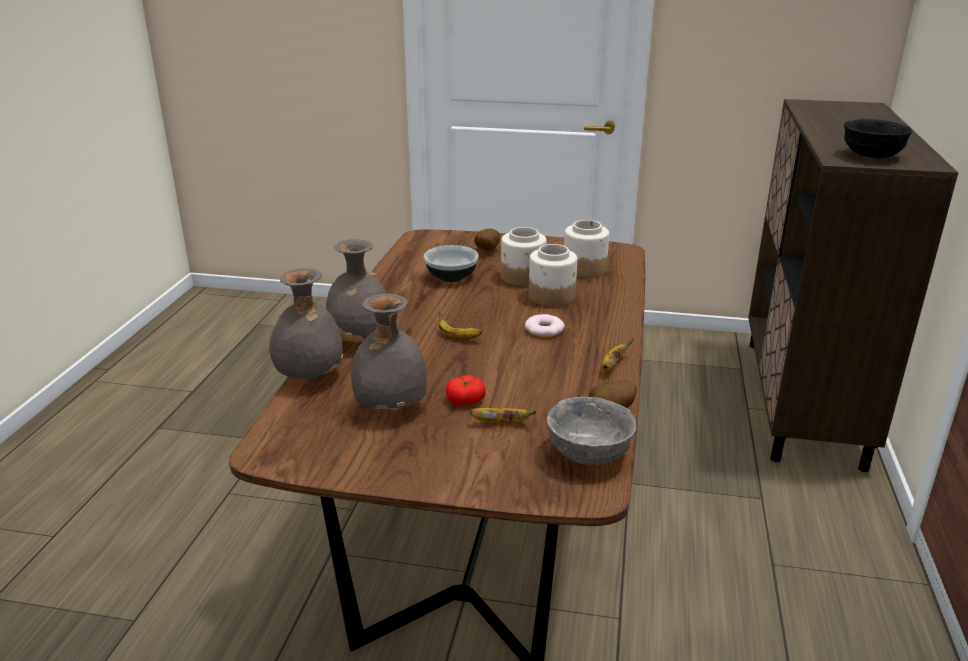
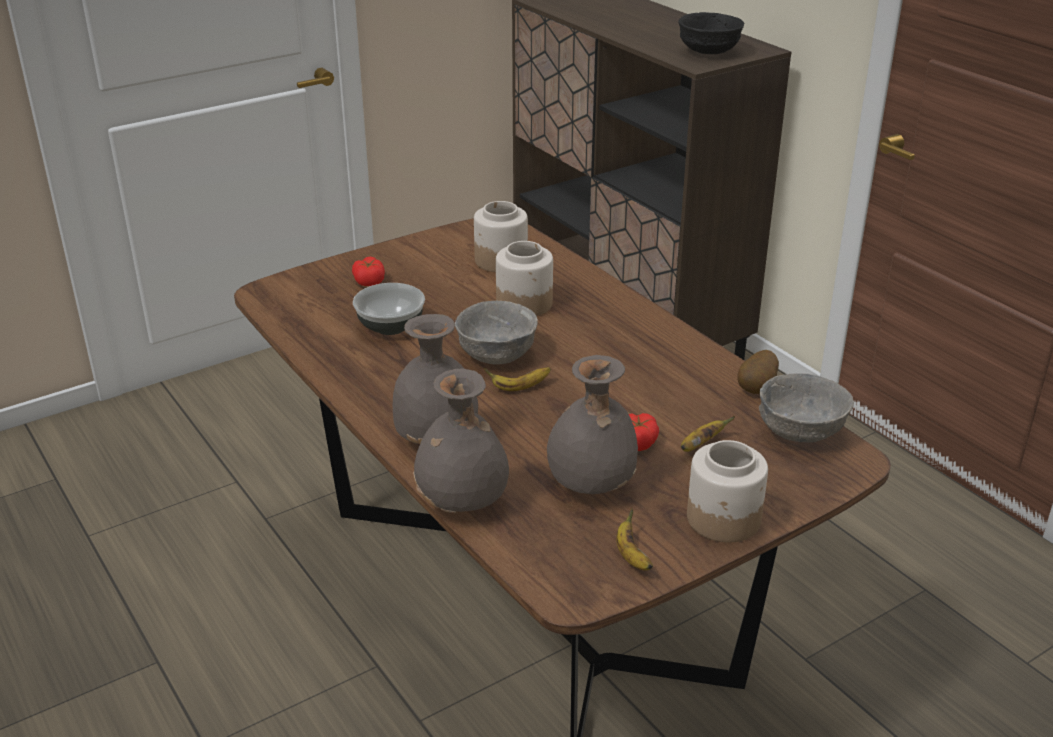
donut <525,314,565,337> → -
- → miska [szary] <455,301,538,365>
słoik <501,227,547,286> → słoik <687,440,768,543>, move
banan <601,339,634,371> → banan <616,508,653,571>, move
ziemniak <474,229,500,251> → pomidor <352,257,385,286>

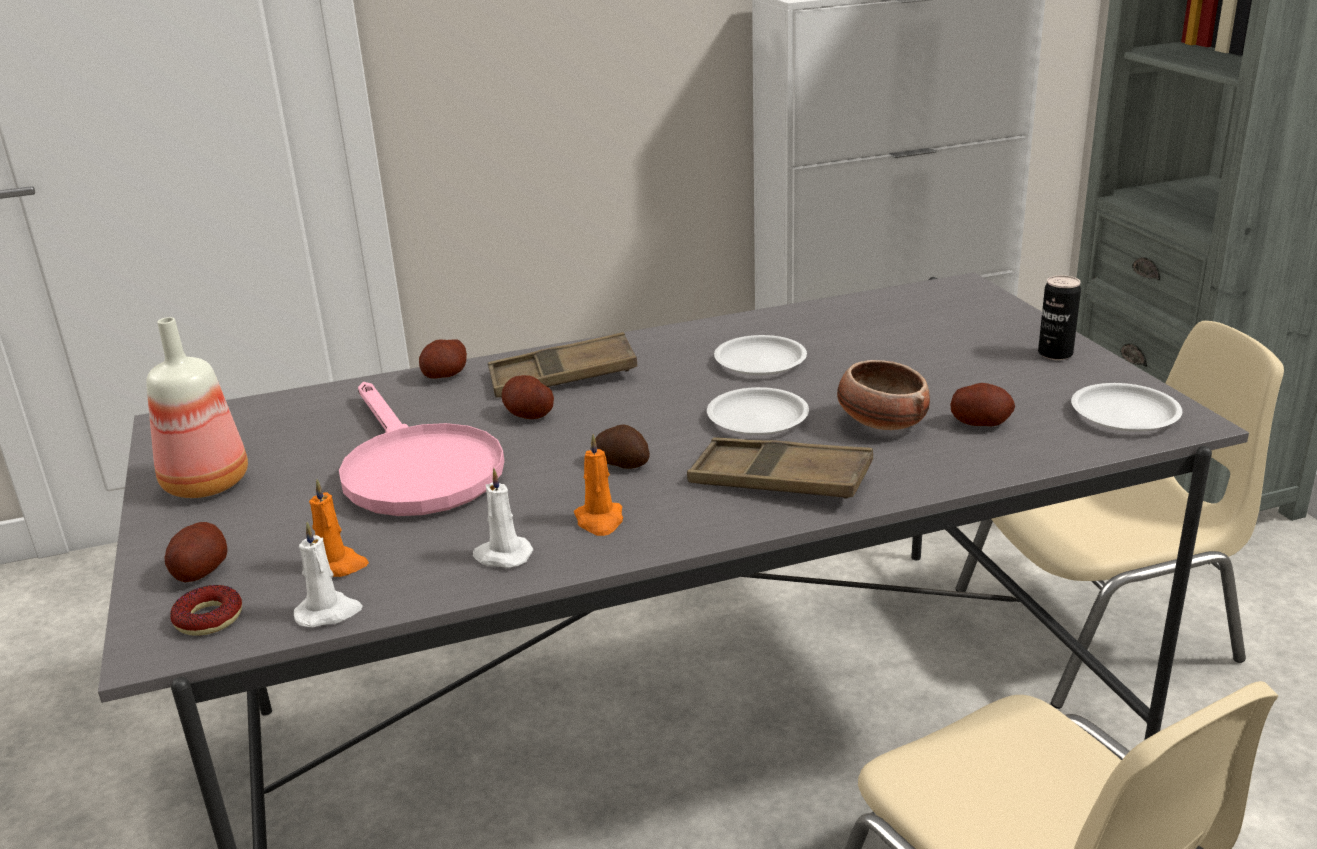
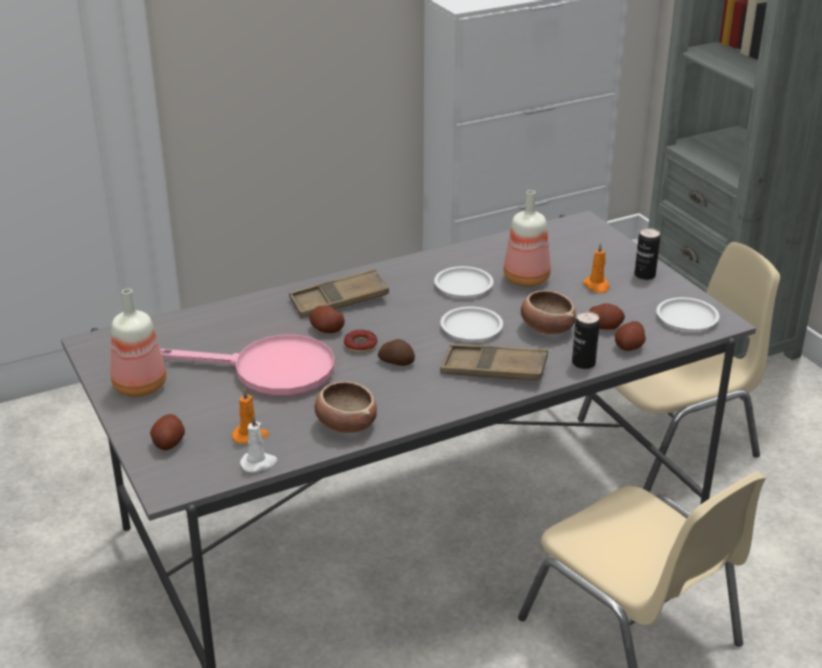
- → butelka <503,190,551,287>
- → puszka <572,311,600,369>
donut <170,585,242,636> → donut <344,330,377,353>, move
ziemniak <419,339,467,379> → ziemniak <615,321,646,351>, move
świeca [pomarańczowy] <574,434,623,536> → świeca [pomarańczowy] <583,243,610,294>, move
świeca [biały] <473,468,533,568> → miska <315,381,377,433>
patelnia [różowy] <339,382,504,516> → patelnia [różowy] <160,335,335,396>, 45 degrees counterclockwise

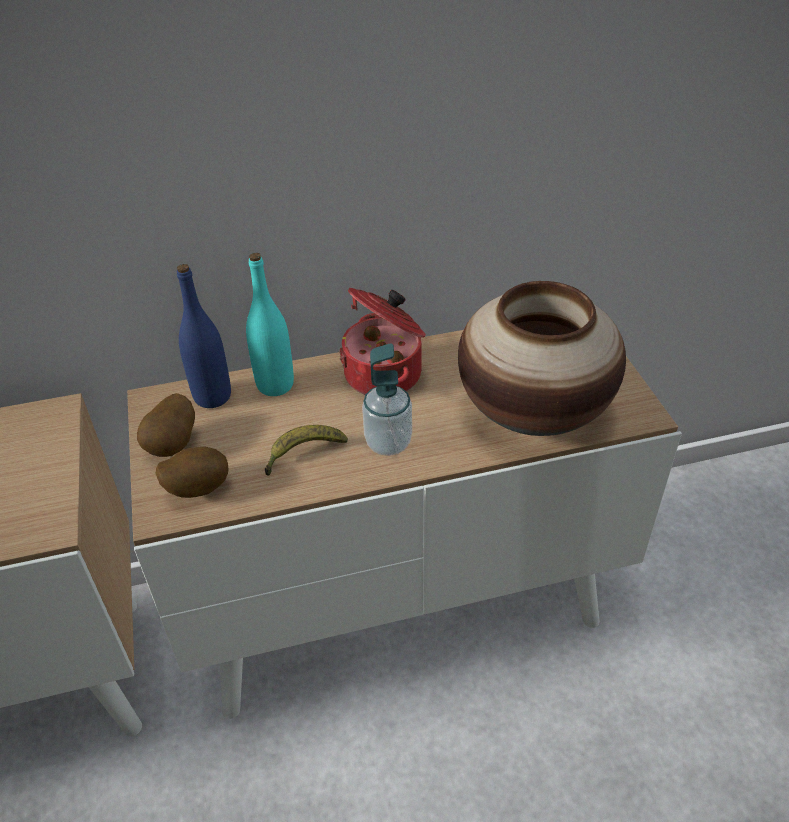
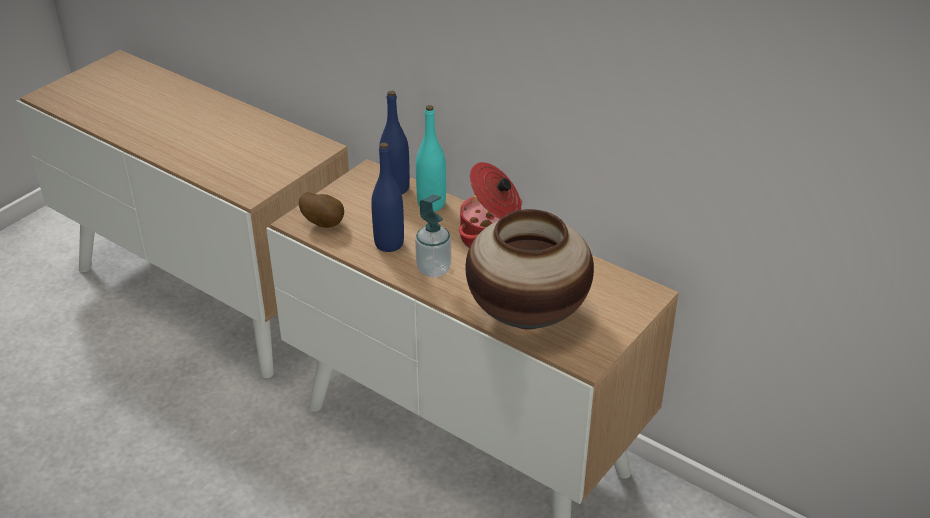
ziemniak <137,393,195,457> → -
banan <265,425,348,476> → butelka [niebieski] <371,143,404,252>

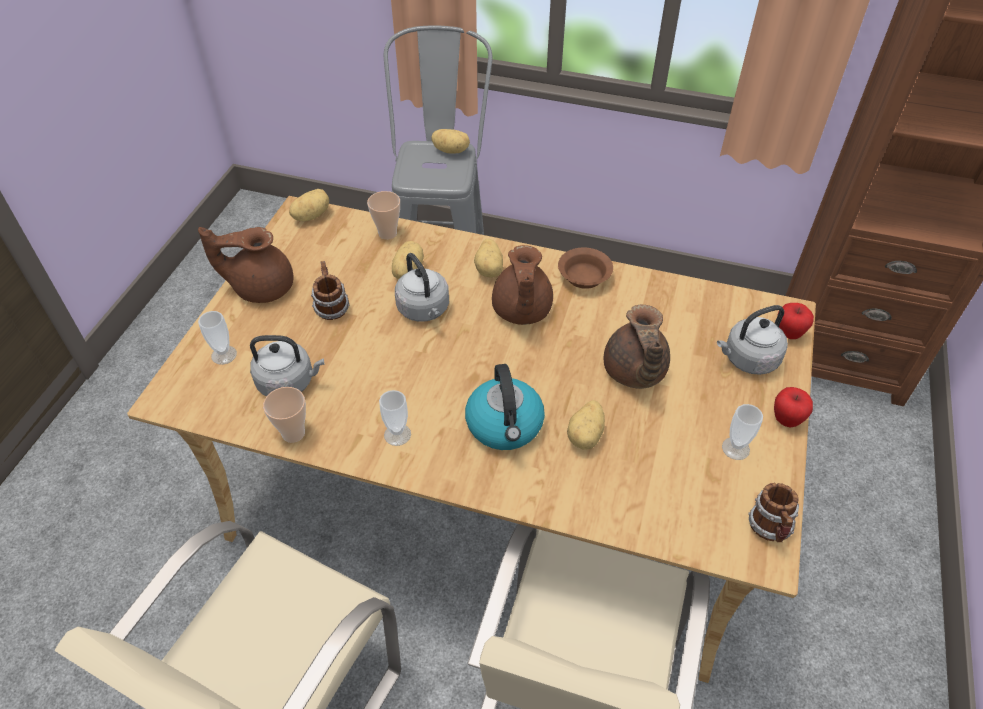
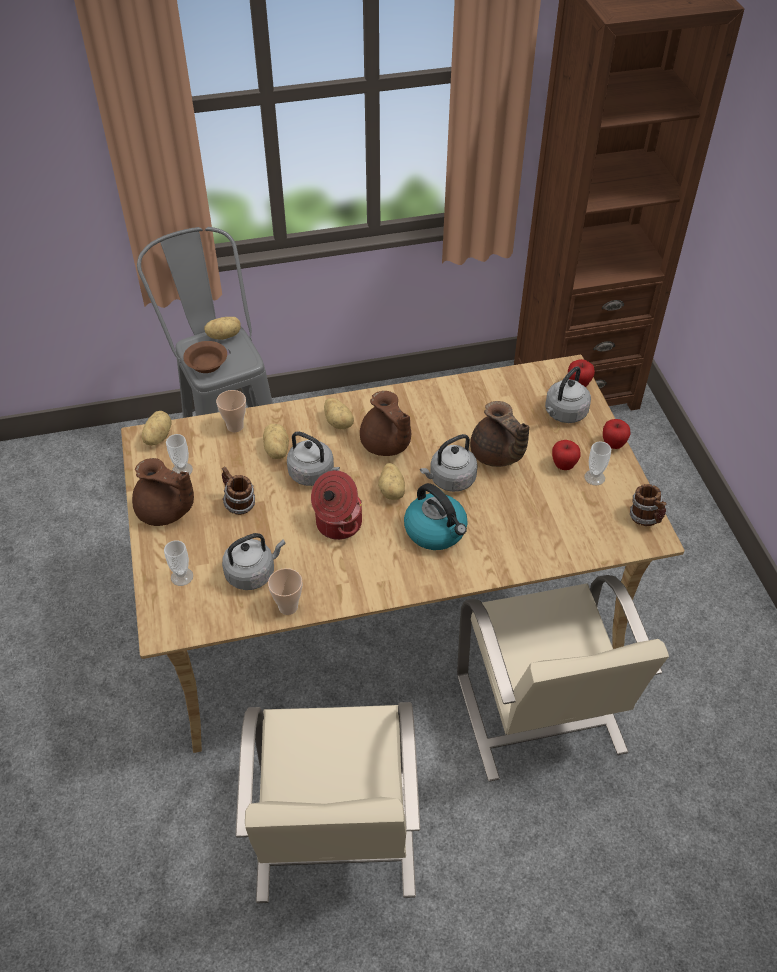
- → garnek <311,470,362,540>
- → czajnik [szary] <420,434,478,492>
- → jabłko <552,440,580,470>
filiżanka <379,390,411,446> → filiżanka <166,434,193,475>, move
miska [brązowy] <558,248,613,289> → miska [brązowy] <183,341,227,373>, move
ziemniak <567,400,605,450> → ziemniak <378,463,405,500>, move
imbryk [brązowy] <198,227,294,303> → imbryk [brązowy] <132,458,194,526>, 120 degrees counterclockwise

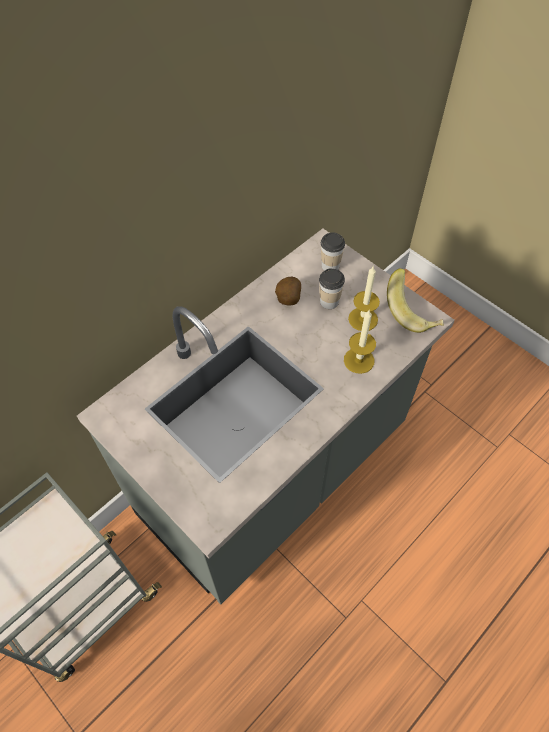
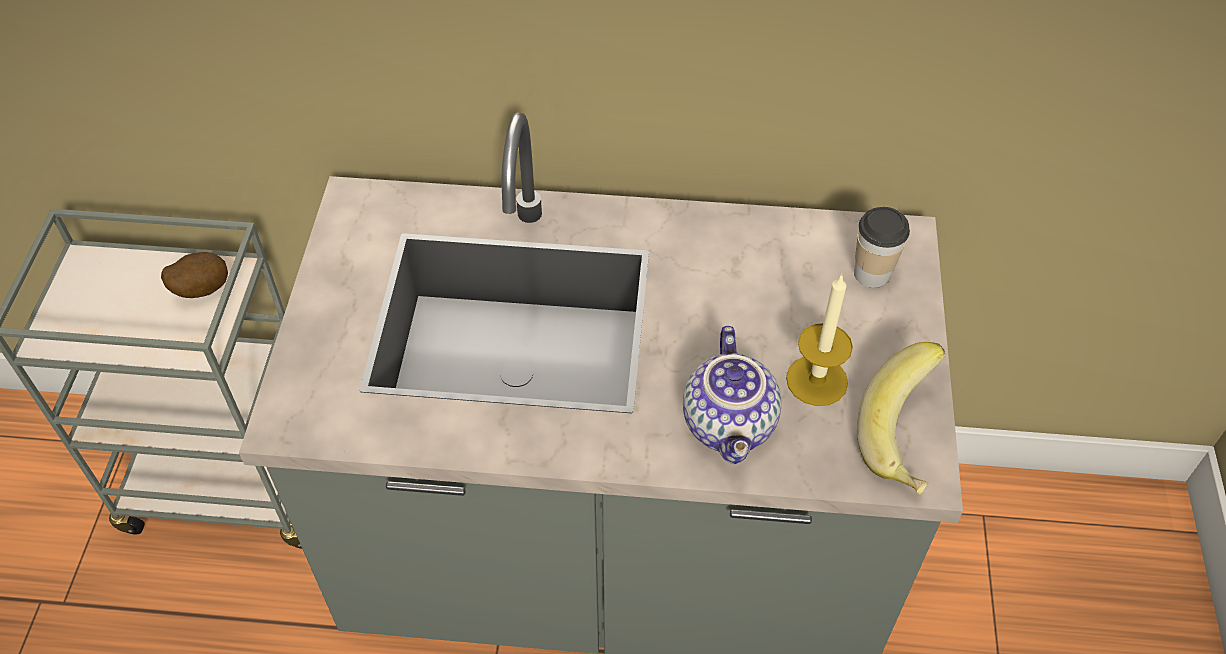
filiżanka <319,268,345,309> → -
ziemniak <275,277,301,305> → ziemniak <161,252,228,298>, move
świeca <344,310,376,374> → imbryk <683,326,781,464>

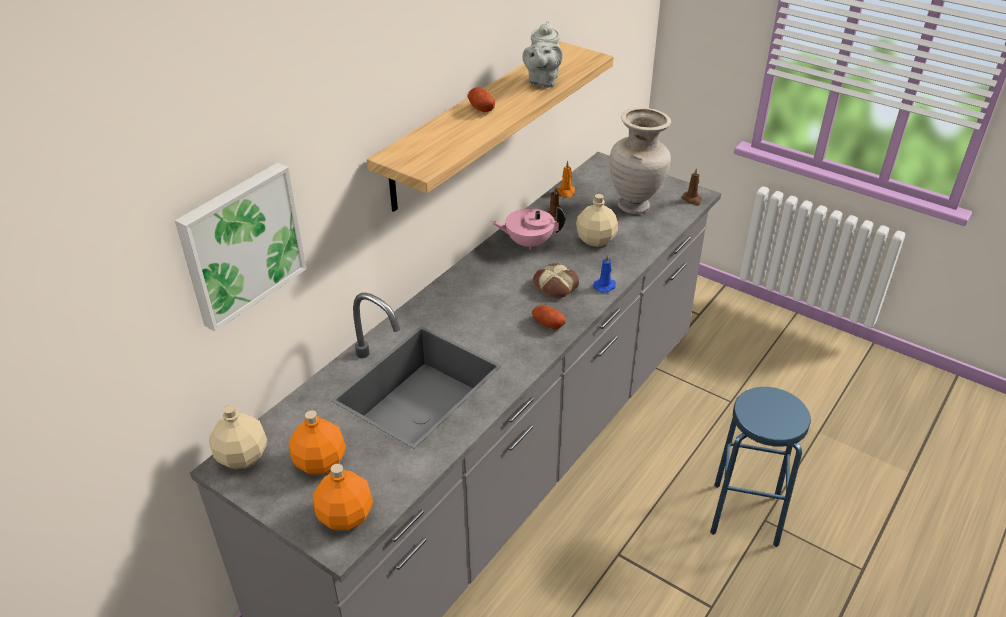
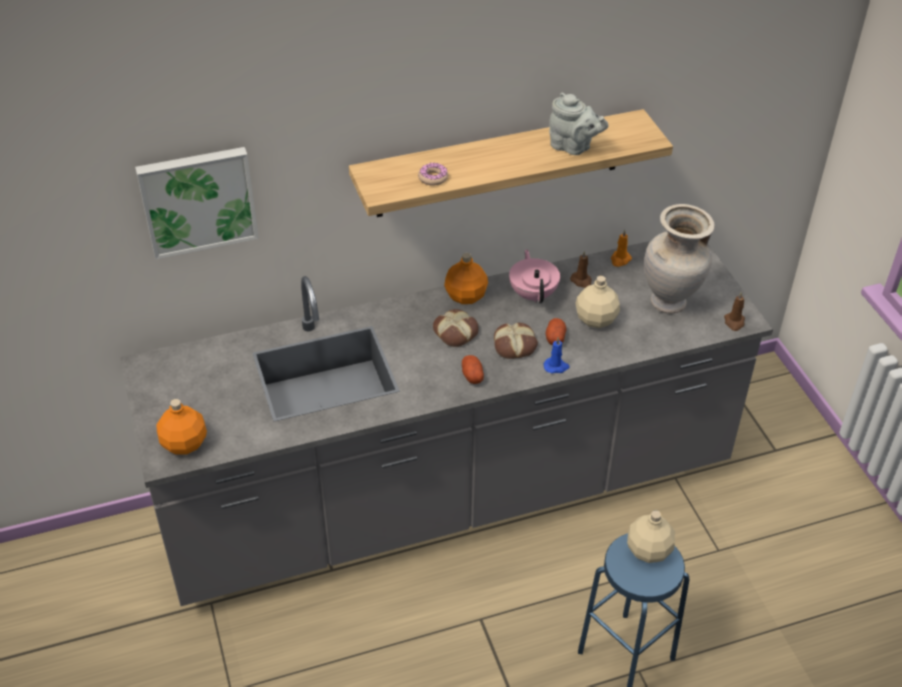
- → donut <418,163,448,186>
- → chleb <433,309,479,347>
butelka [beżowy] <209,405,267,469> → butelka [beżowy] <627,510,675,563>, move
butelka [pomarańczowy] <289,410,346,475> → butelka [pomarańczowy] <444,253,488,304>, move
ziemniak <468,87,495,112> → ziemniak <545,318,566,345>, move
imbryk [różowy] <491,206,565,250> → imbryk [różowy] <509,249,560,303>, 45 degrees clockwise
imbryk [szary] <522,21,563,88> → imbryk [szary] <549,93,608,155>, 105 degrees counterclockwise

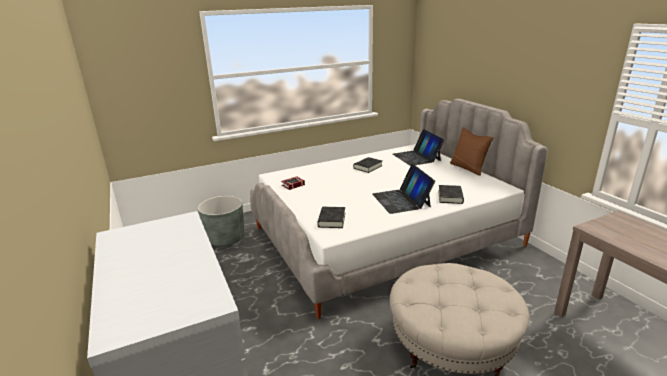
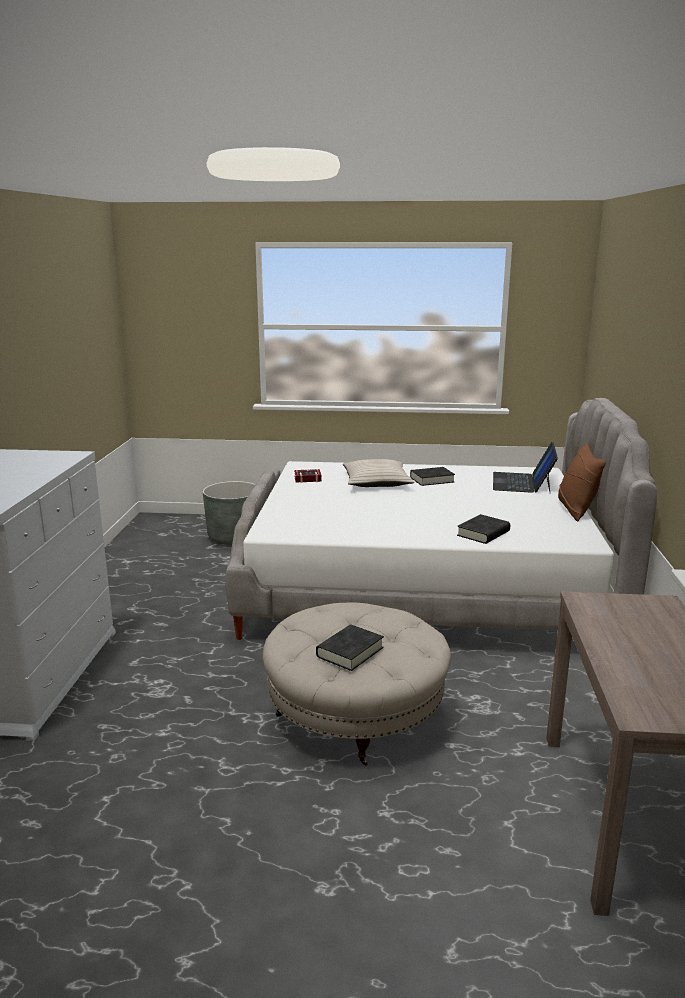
laptop <372,164,435,214> → -
- → poduszka [beżowy] <343,459,415,487>
książka [czarny] <317,207,345,228> → książka [czarny] <316,625,384,671>, move

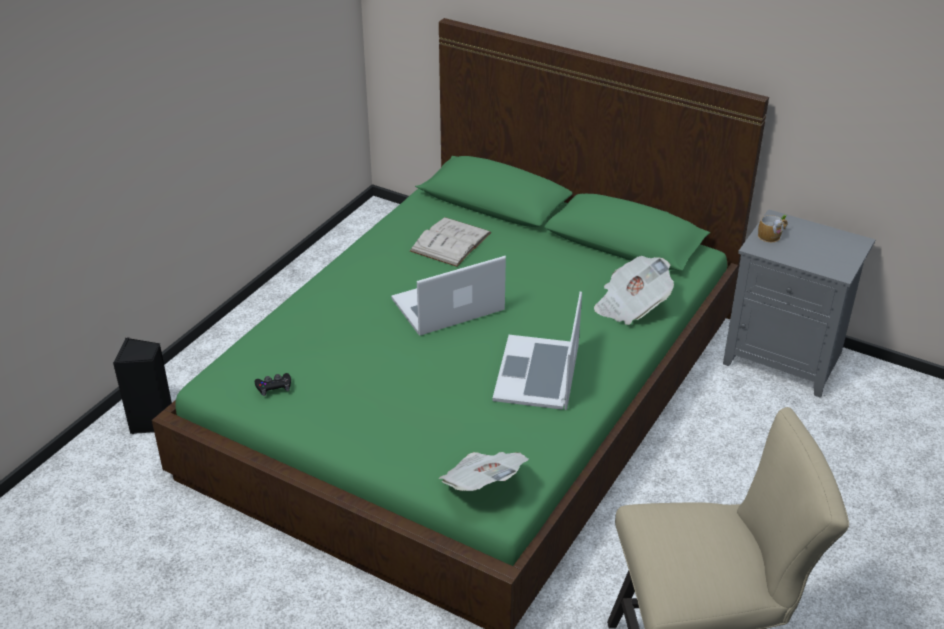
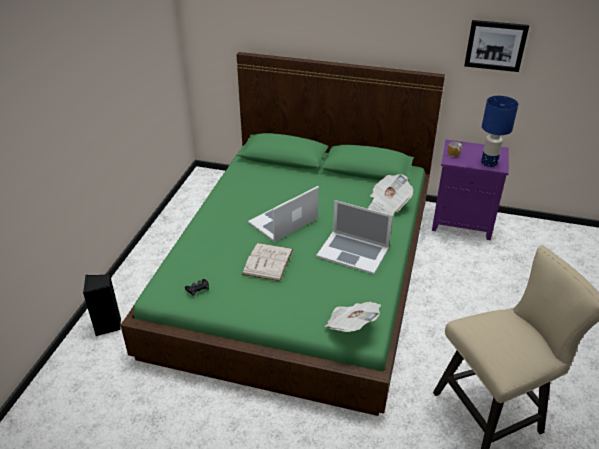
- → obraz <464,20,529,72>
- → lampa stołowa [niebieski] <481,96,518,167>
książka [biały] <410,217,491,267> → książka [biały] <242,243,293,281>, move
szafka nocna [szary] <723,209,875,398> → szafka nocna [fioletowy] <432,139,509,240>
laptop <492,291,582,410> → laptop <316,200,393,275>, 60 degrees counterclockwise

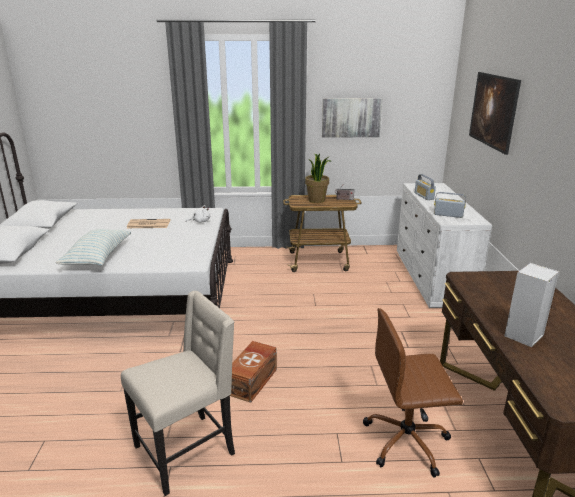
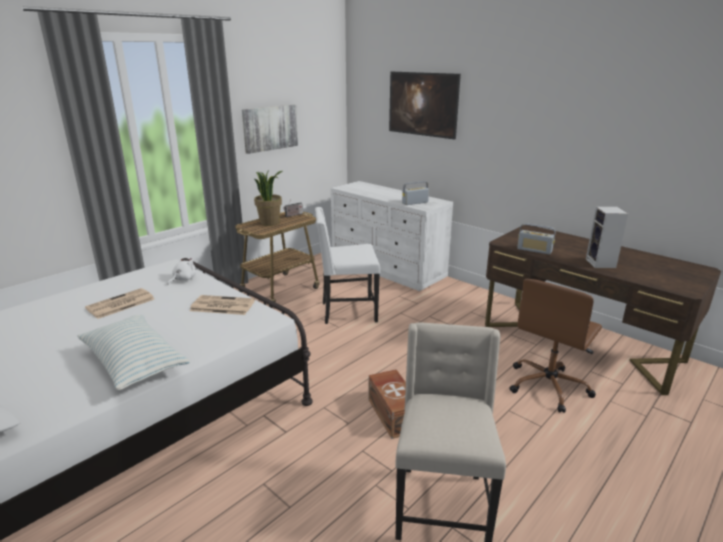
- → gazeta <190,295,255,315>
- → krzesło [biały] <315,207,380,324>
radio <415,174,436,200> → radio <517,223,556,255>, move

